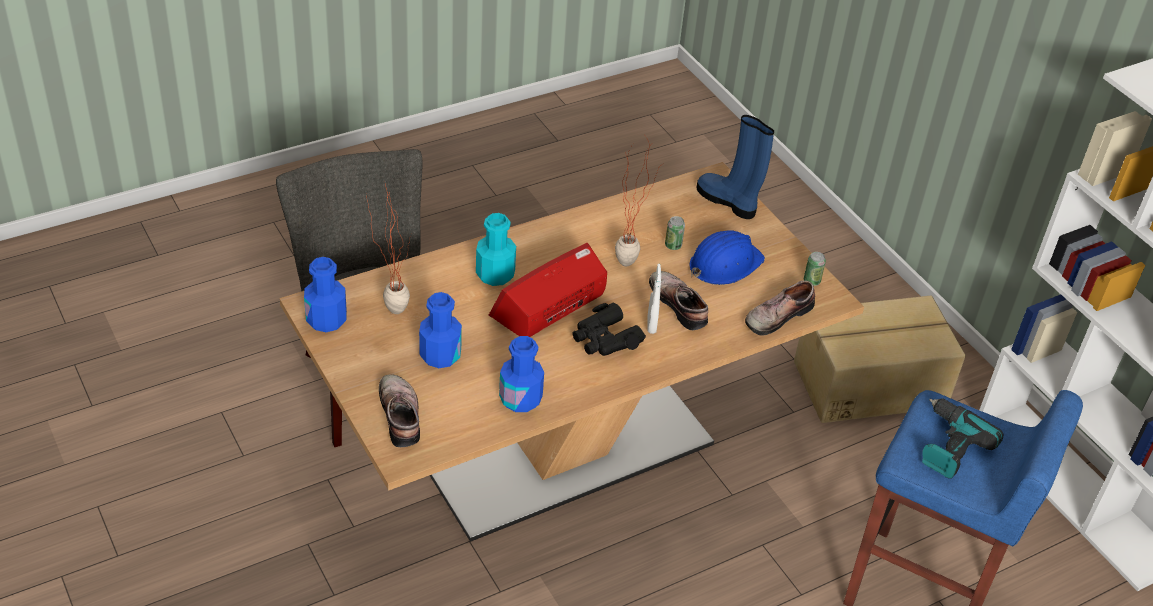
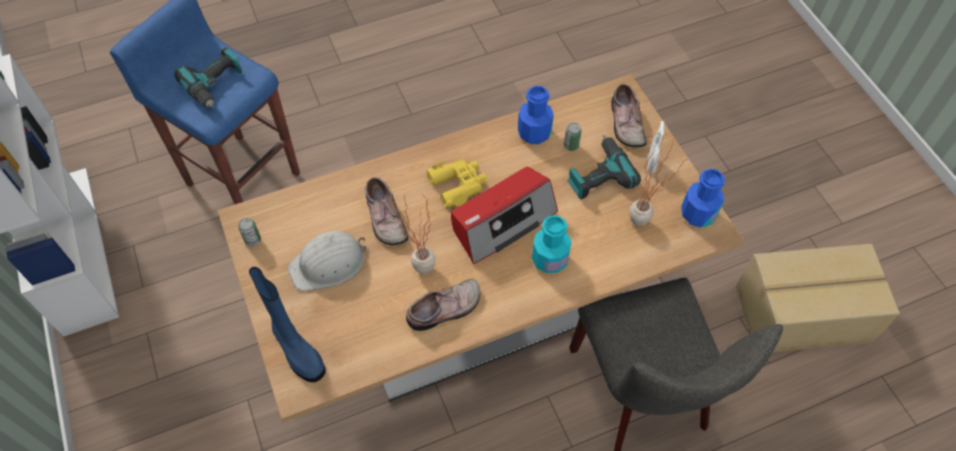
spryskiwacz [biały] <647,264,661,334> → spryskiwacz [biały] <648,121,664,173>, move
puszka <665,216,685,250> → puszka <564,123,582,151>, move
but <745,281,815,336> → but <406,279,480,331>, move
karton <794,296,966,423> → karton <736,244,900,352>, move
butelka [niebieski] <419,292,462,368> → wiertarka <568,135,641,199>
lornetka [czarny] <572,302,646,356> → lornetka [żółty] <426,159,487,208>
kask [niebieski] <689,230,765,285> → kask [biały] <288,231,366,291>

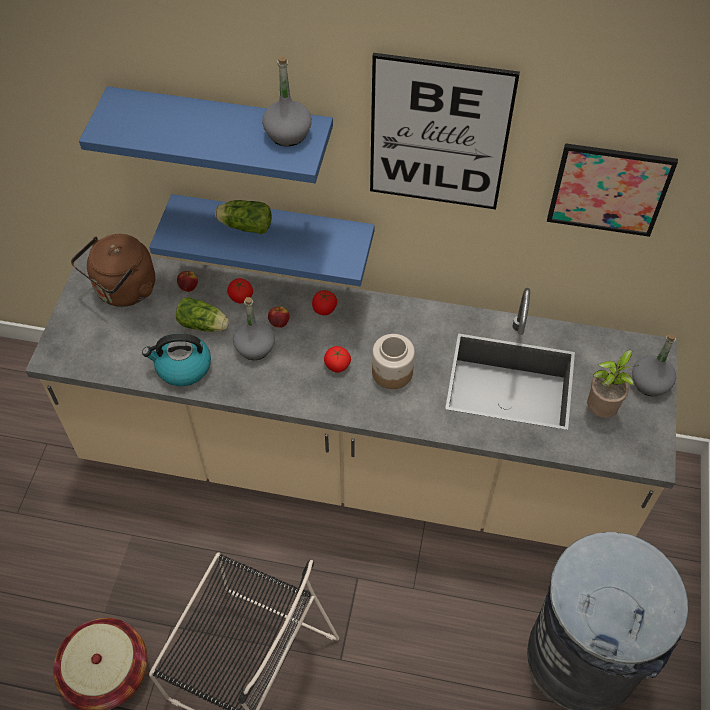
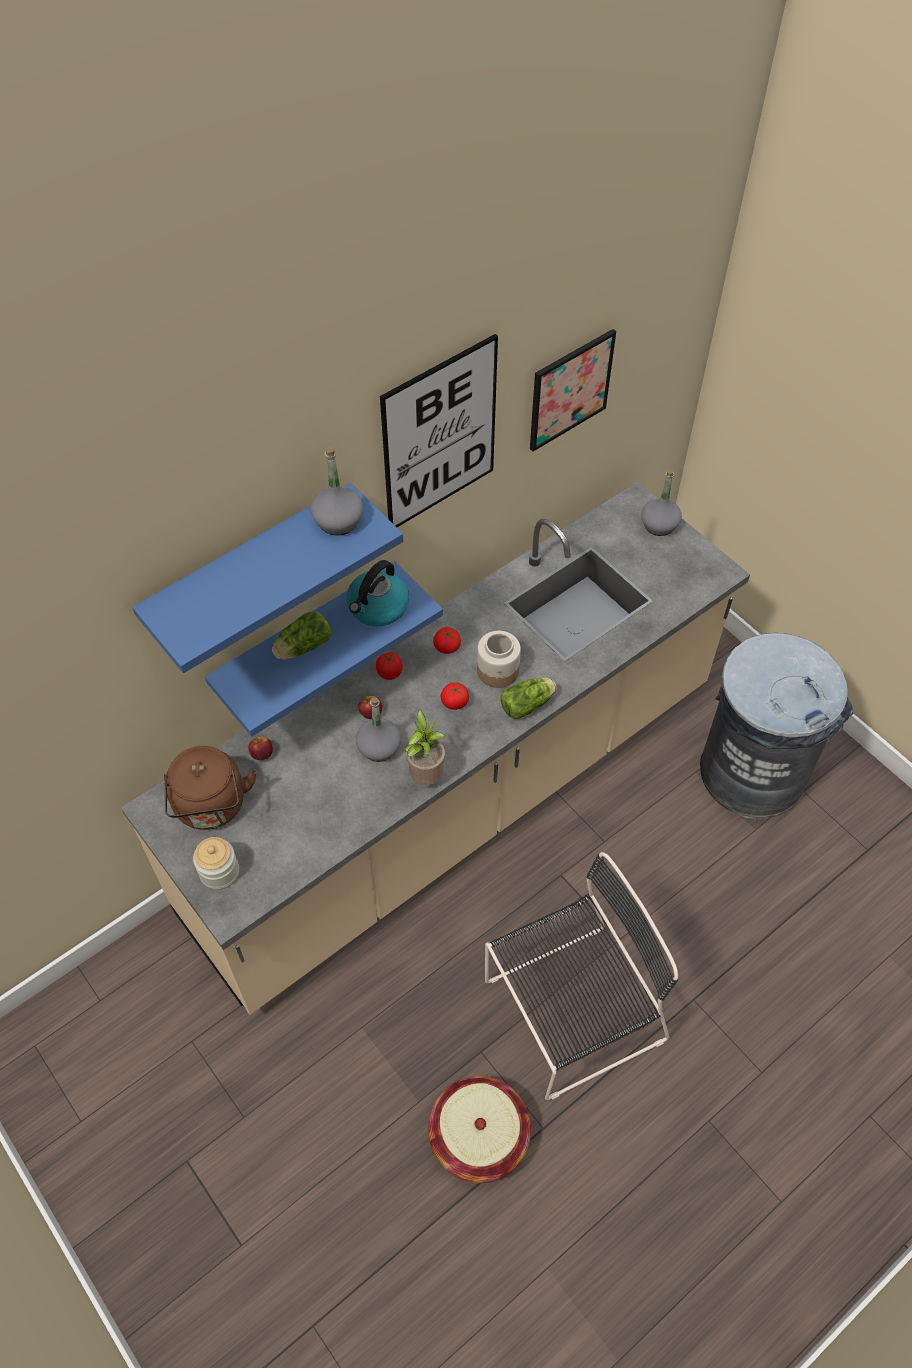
- → słoik <193,837,239,890>
czajnik <142,333,211,386> → czajnik <347,560,409,626>, move
sałata <176,297,229,332> → sałata <500,678,557,719>, move
pomidor <227,278,253,303> → pomidor <433,627,461,654>, move
roślina doniczkowa <587,350,639,418> → roślina doniczkowa <405,710,446,785>, move

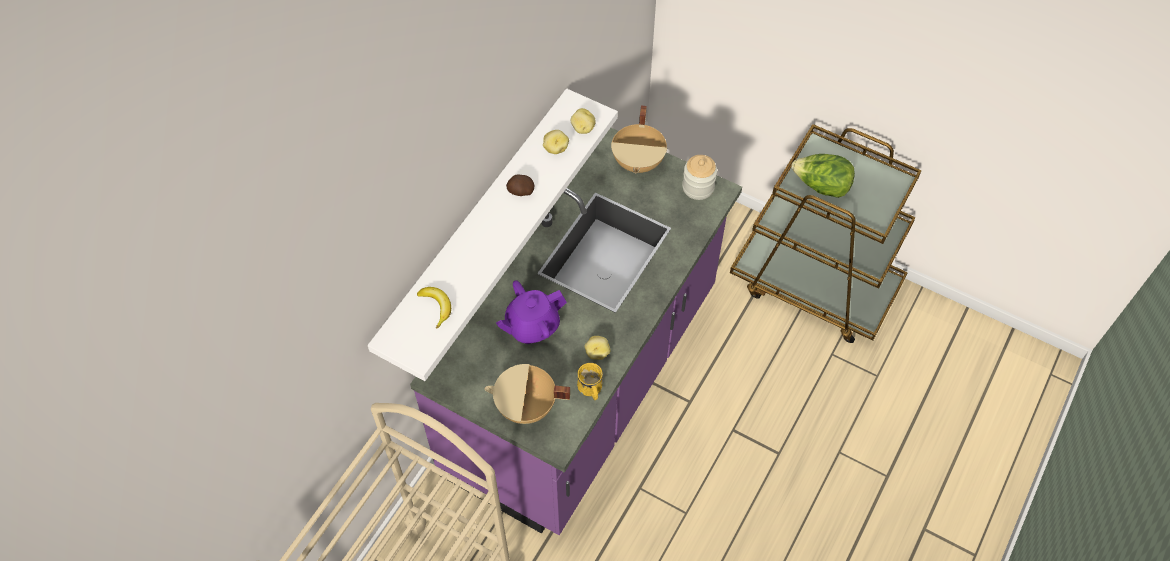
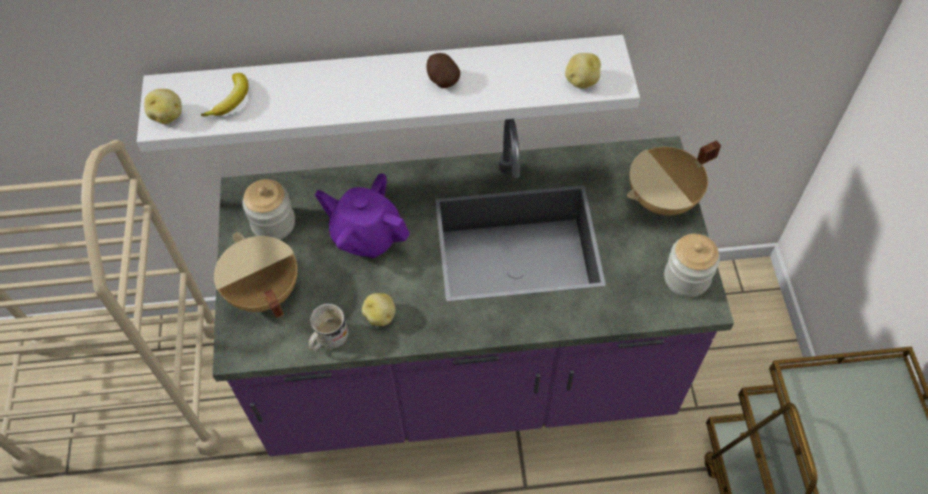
sałata <791,154,855,198> → -
- → słoik <242,179,295,240>
ziemniak <543,130,569,154> → ziemniak <144,89,182,124>, move
kubek [żółty] <577,363,603,400> → kubek [biały] <309,304,348,351>

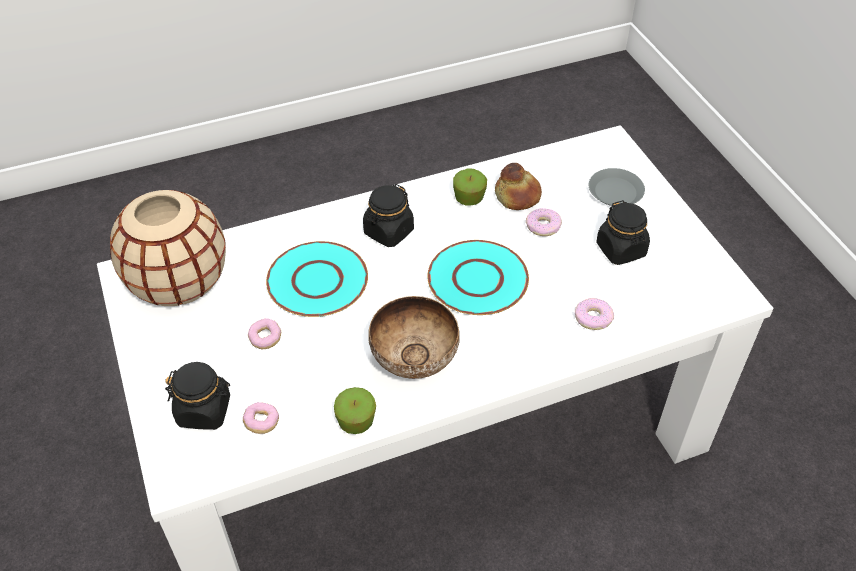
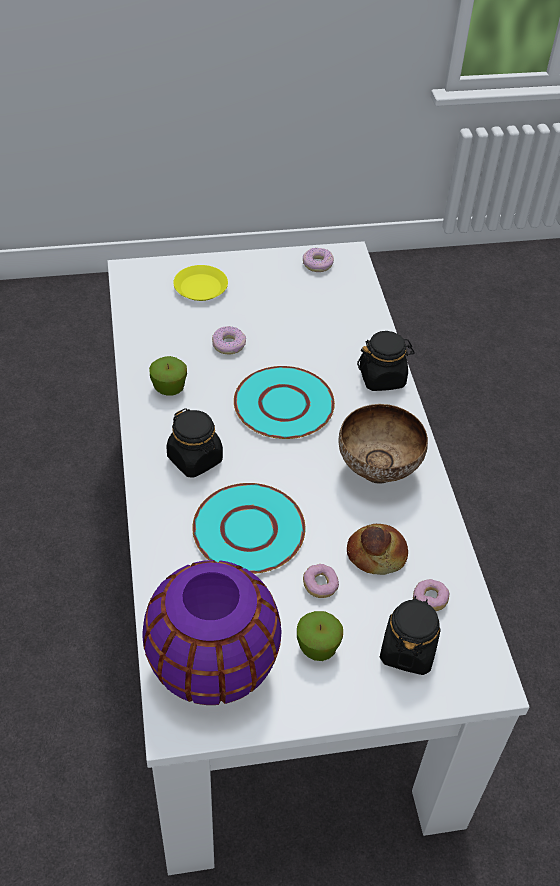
jabłko <334,387,376,434> → jabłko <297,611,343,661>, move
chleb <495,163,542,210> → chleb <347,524,408,575>, move
donut <575,298,614,330> → donut <303,248,334,272>, move
słoik [czarny] <596,200,650,265> → słoik [czarny] <357,331,415,391>, move
wazon [beżowy] <110,190,226,306> → wazon [fioletowy] <142,560,282,705>
talerz [szary] <589,168,645,206> → talerz [żółty] <173,265,228,301>

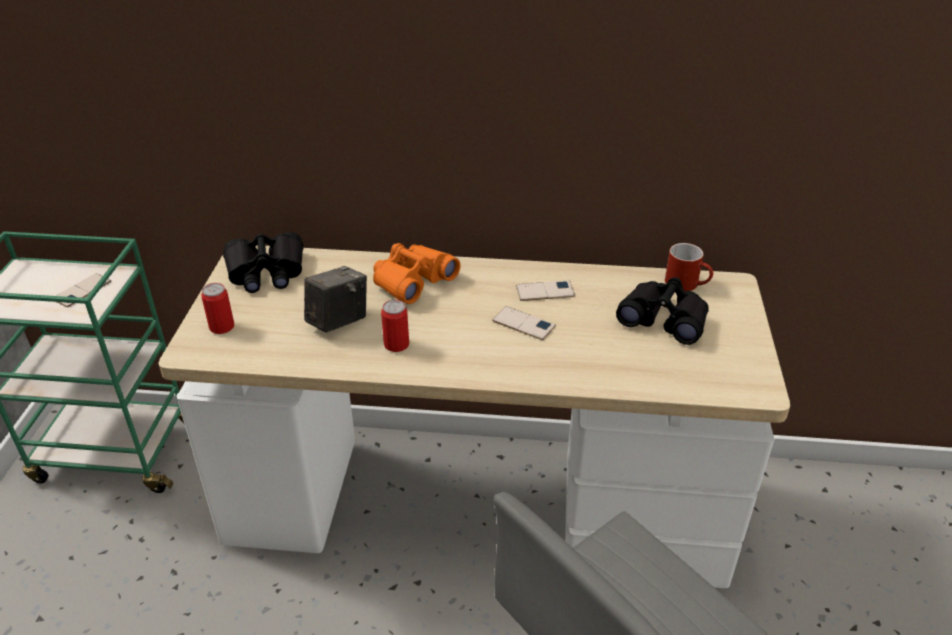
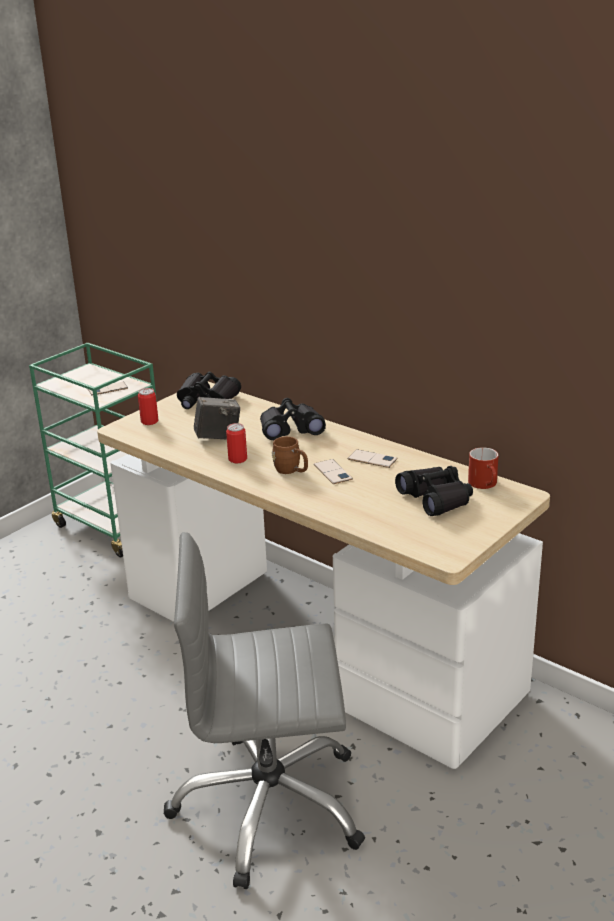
- → kubek [brązowy] <272,436,308,474>
lornetka [pomarańczowy] <373,243,461,304> → lornetka [czarny] <260,398,326,440>

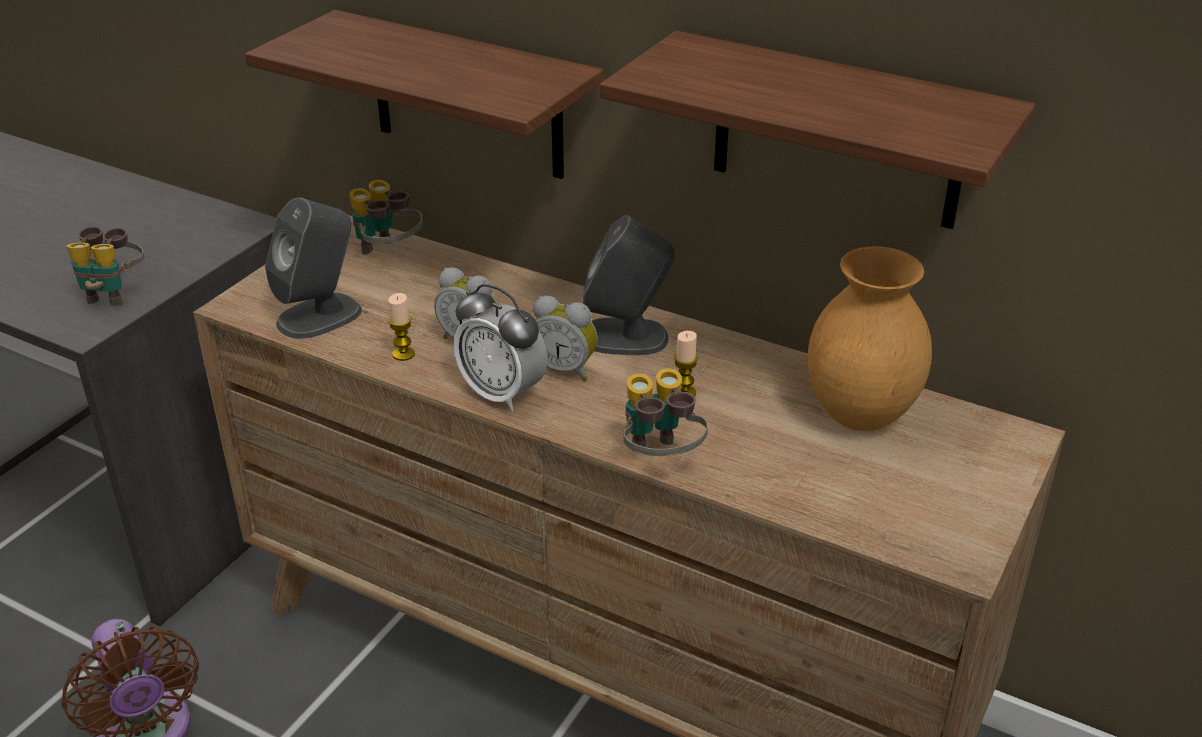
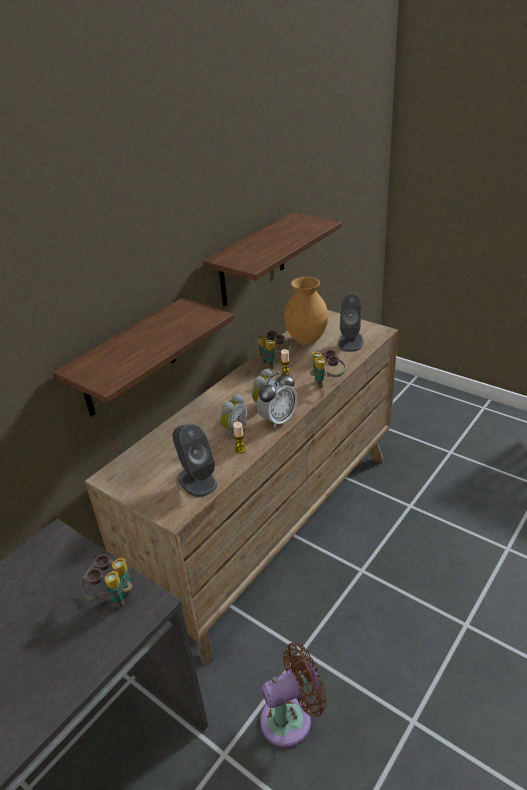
lornetka <349,180,423,255> → lornetka <258,331,291,369>, move
głośnik [szary] <583,215,675,355> → głośnik [szary] <338,293,364,352>, move

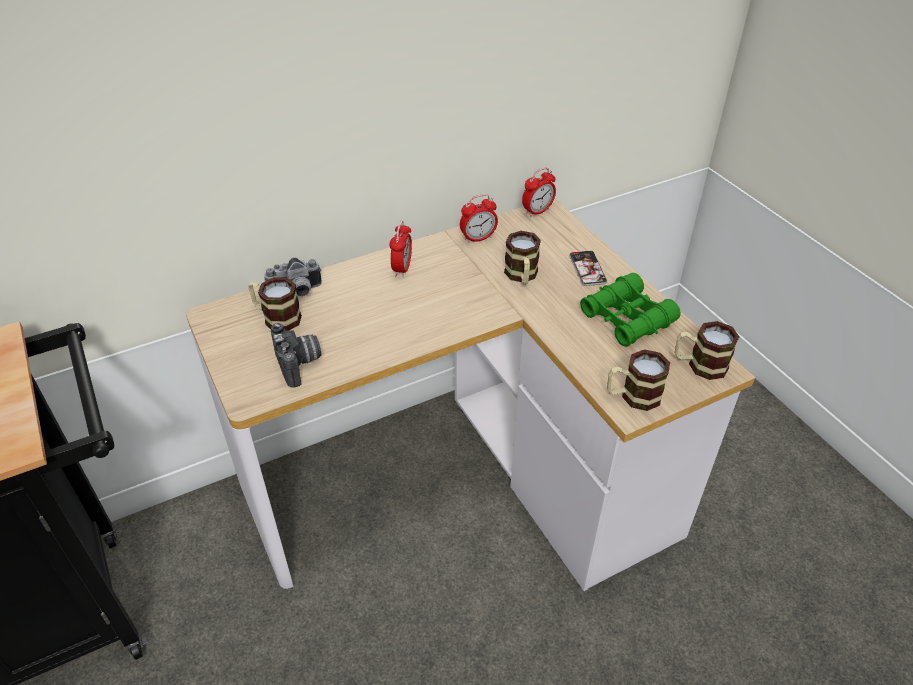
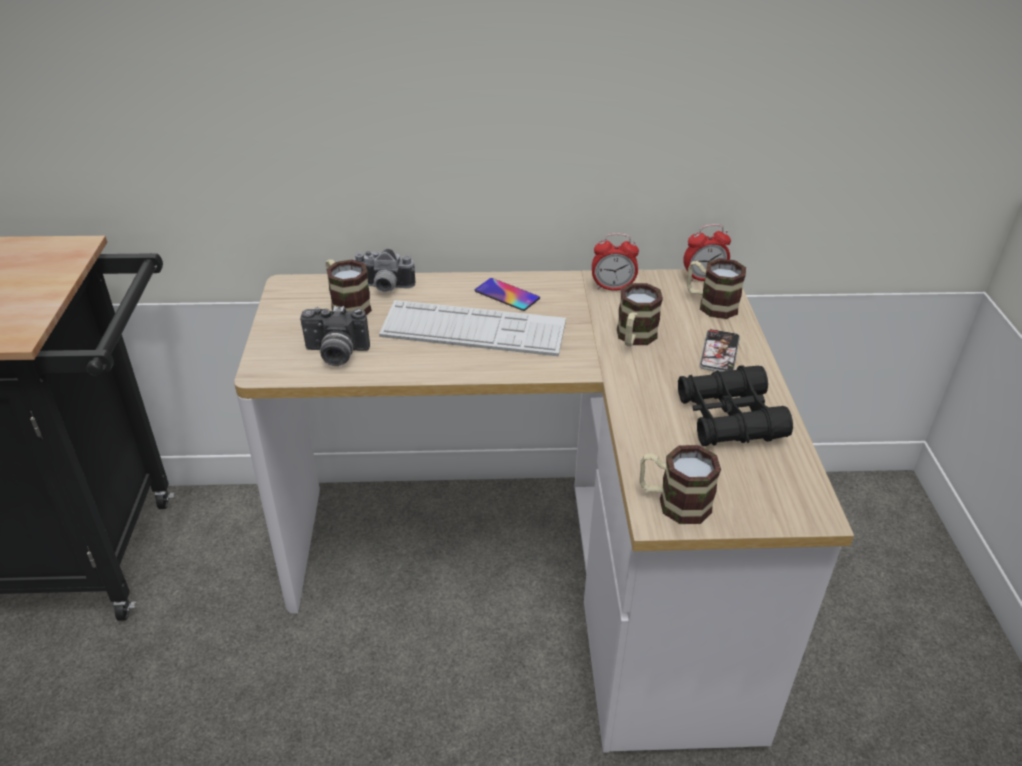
- → klawiatura <379,300,566,356>
kubek <675,321,739,380> → kubek <687,258,746,319>, move
budzik <389,221,412,277> → telefon <475,278,540,311>
lornetka [zielony] <580,273,681,347> → lornetka [czarny] <678,365,793,446>
aparat fotograficzny <271,323,322,388> → aparat fotograficzny <300,306,370,366>, 90 degrees clockwise

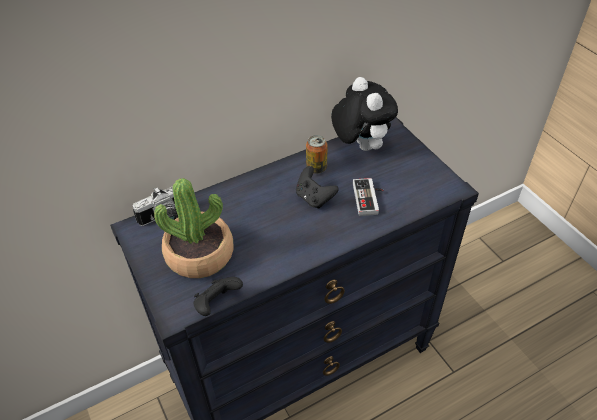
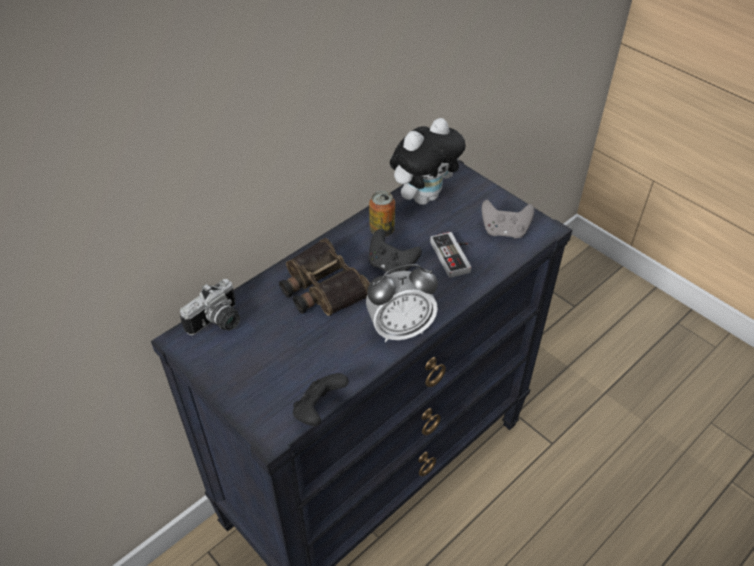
roślina doniczkowa <154,178,234,278> → -
- → lornetka <279,238,370,316>
- → budzik <366,264,438,342>
- → pad do gier [szary] <482,199,534,238>
pluszak <331,77,398,151> → pluszak <390,118,466,205>, 90 degrees clockwise

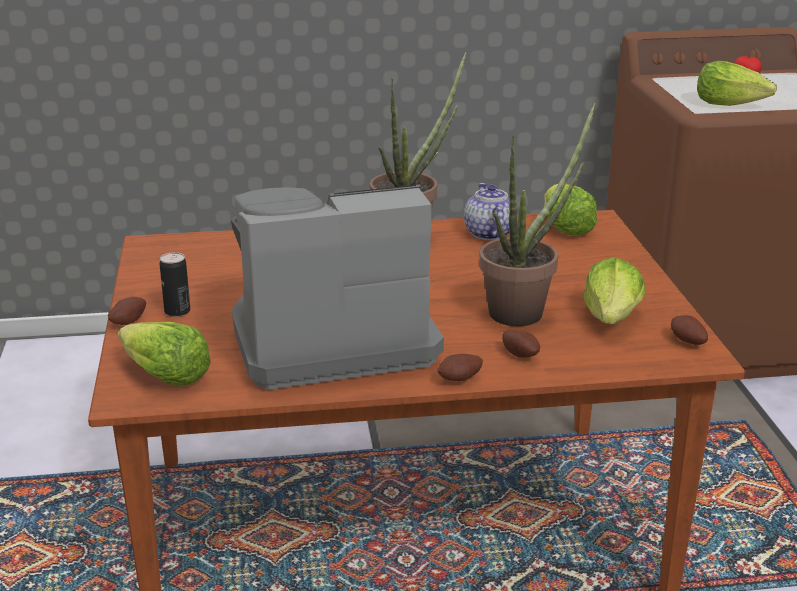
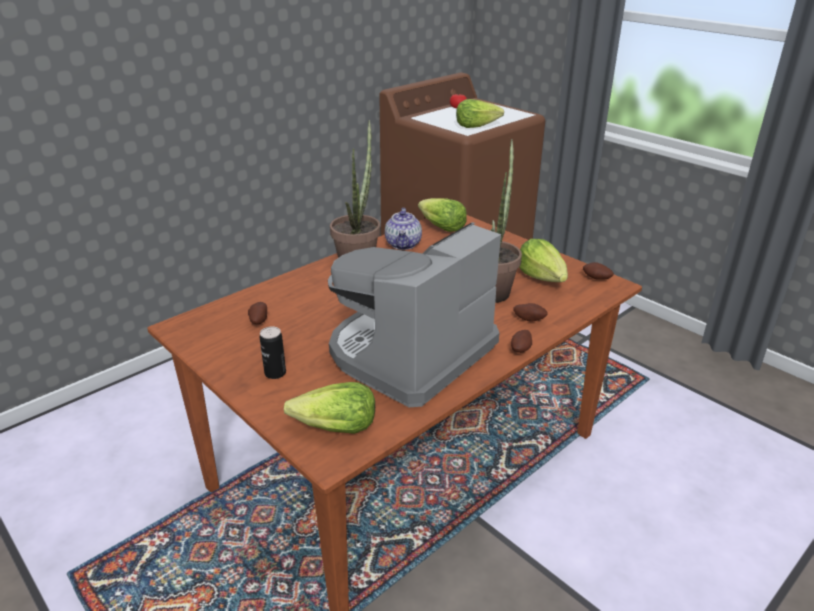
ziemniak <108,297,146,325> → ziemniak <248,302,267,324>, move
imbryk <464,183,510,240> → imbryk <385,208,422,250>, 135 degrees counterclockwise

